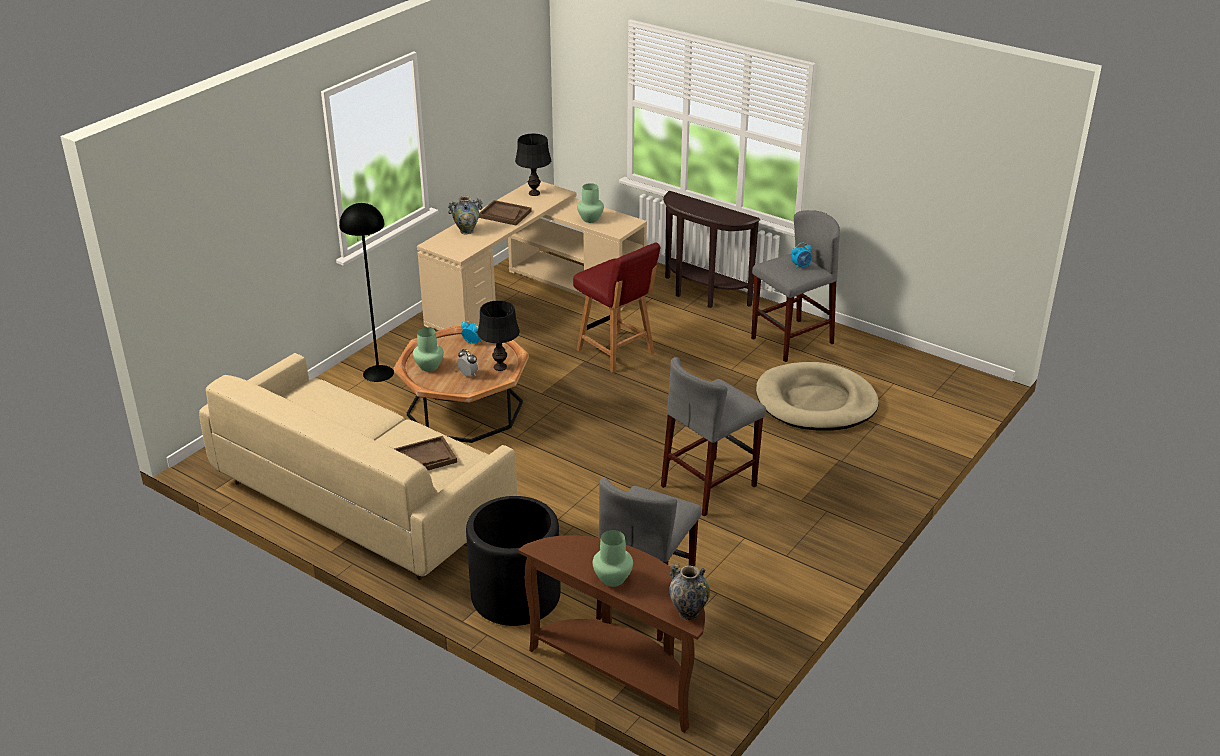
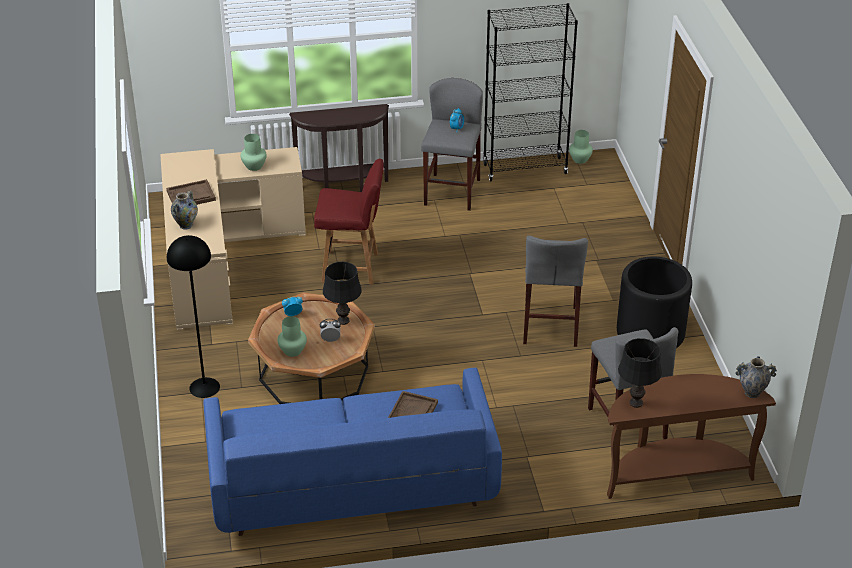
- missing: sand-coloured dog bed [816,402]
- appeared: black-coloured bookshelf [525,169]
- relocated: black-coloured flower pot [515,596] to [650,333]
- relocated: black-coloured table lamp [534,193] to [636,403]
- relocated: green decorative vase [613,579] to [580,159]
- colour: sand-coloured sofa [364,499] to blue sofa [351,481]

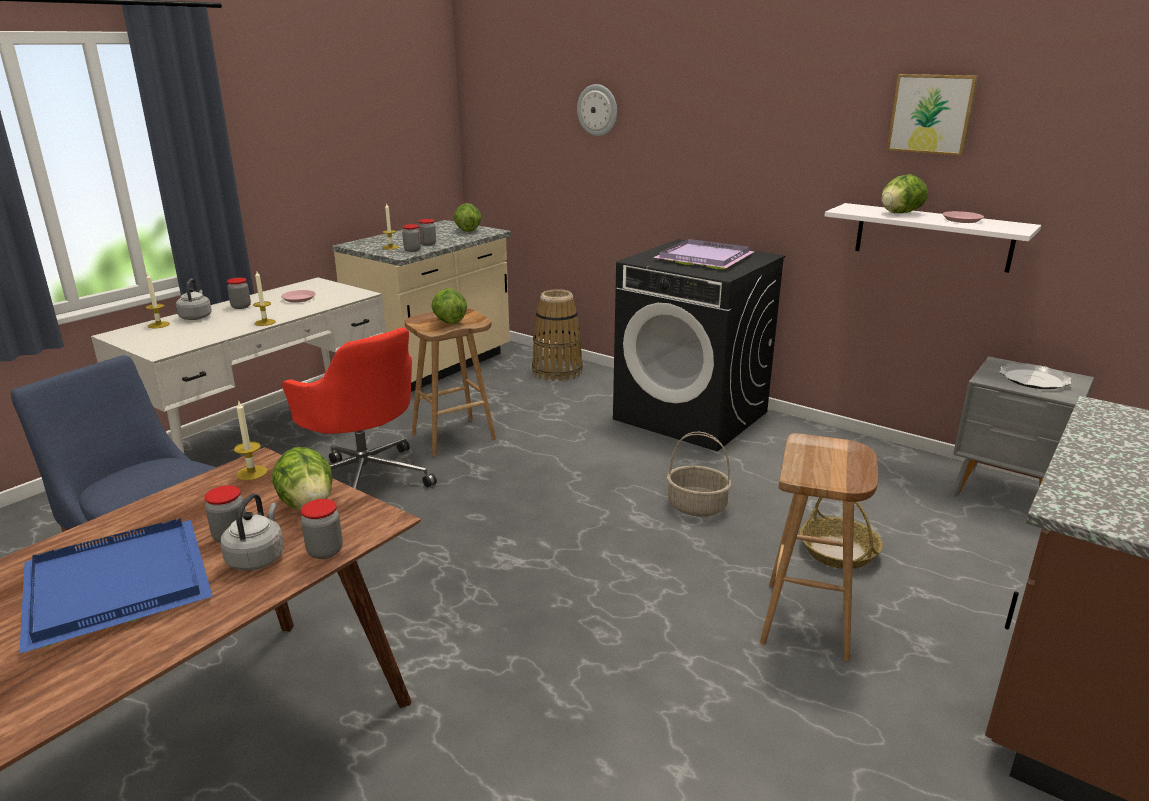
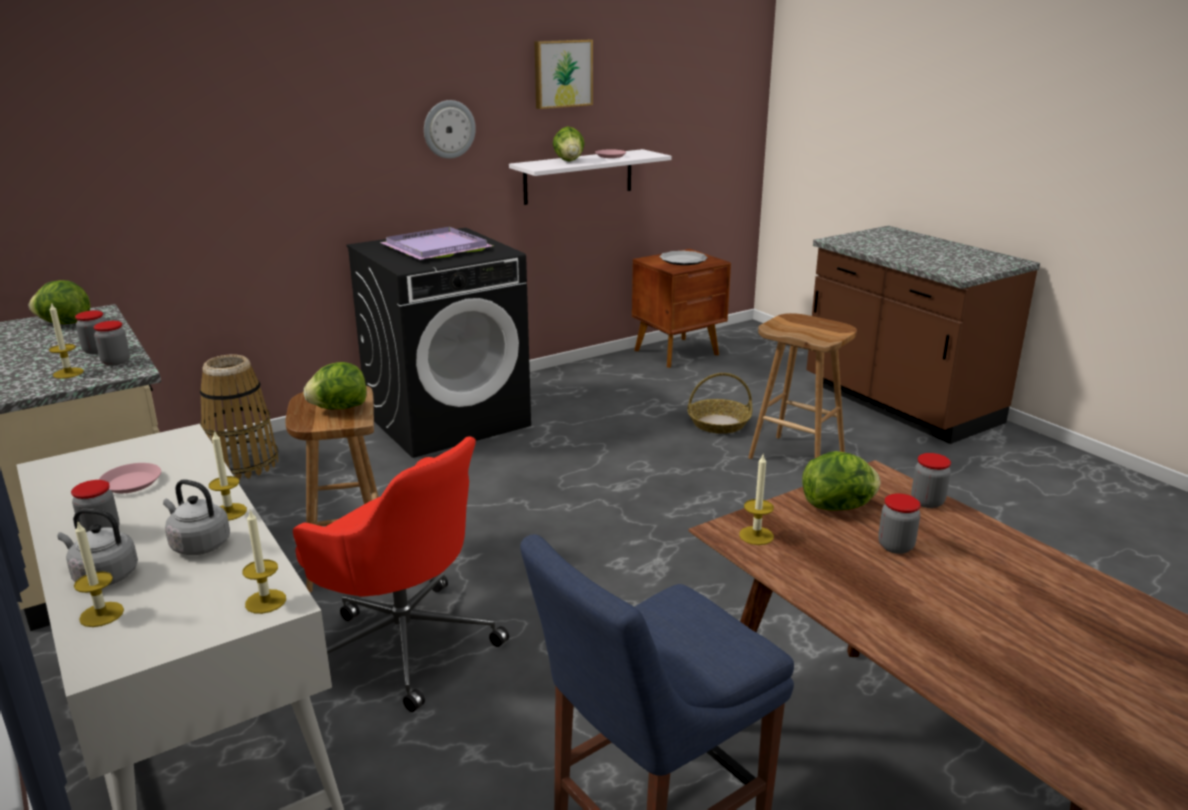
- missing: blue carrying tray [114,587]
- missing: storage basket [697,506]
- appeared: candle [265,601]
- relocated: gray water kettle [257,557] to [198,544]
- relocated: hanging clock [597,110] to [449,129]
- colour: gray night table [1005,494] to brown night table [678,352]
- spun: red office chair [365,479] = [404,642] 60 degrees clockwise

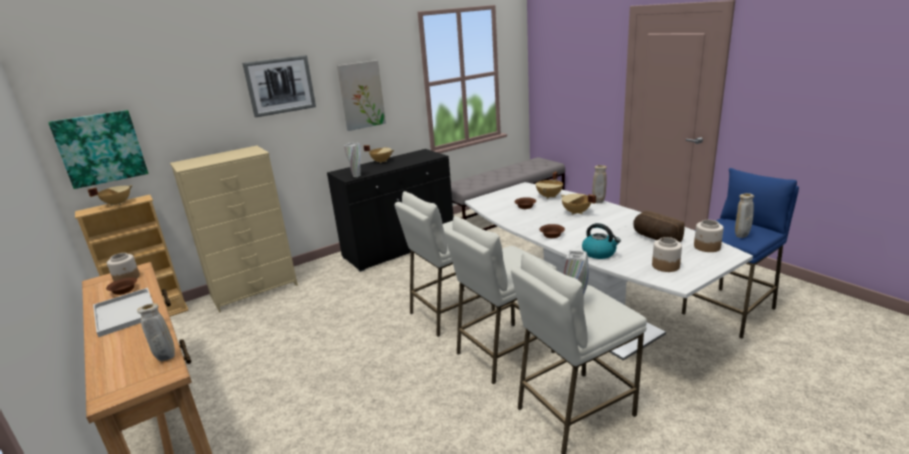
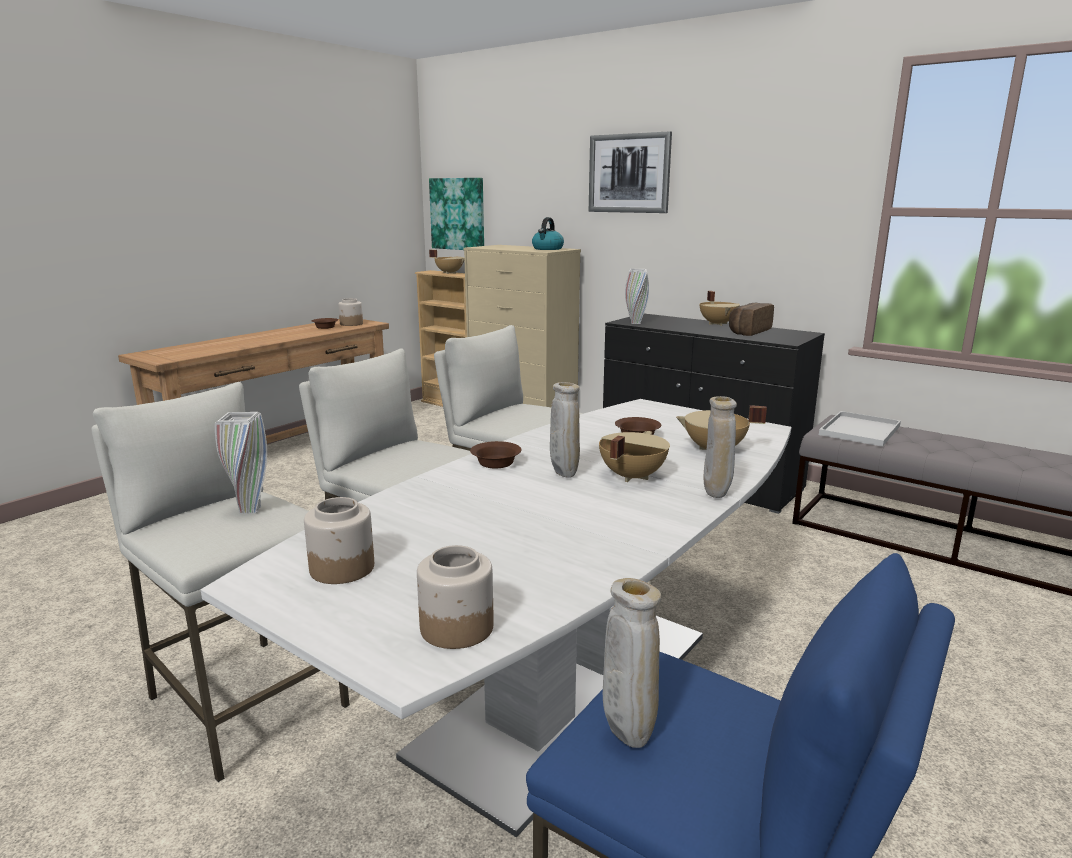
- missing: wall art [361,95]
- relocated: white-coloured carrying tray [126,313] to [860,431]
- relocated: sand-coloured decorative vase [166,359] to [564,475]
- relocated: water kettle [599,253] to [547,249]
- relocated: bread [655,238] to [747,331]

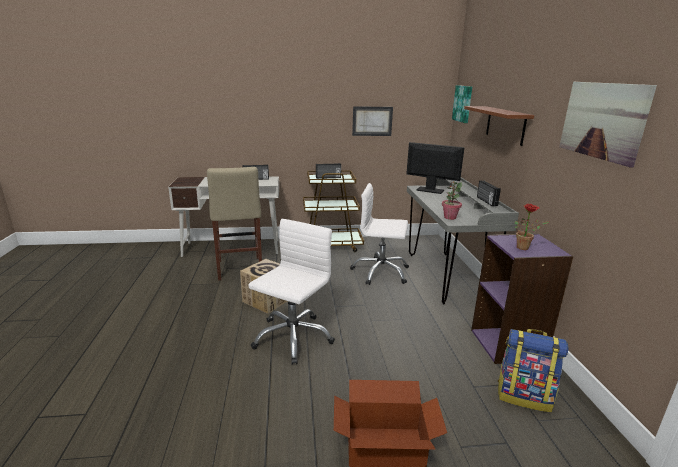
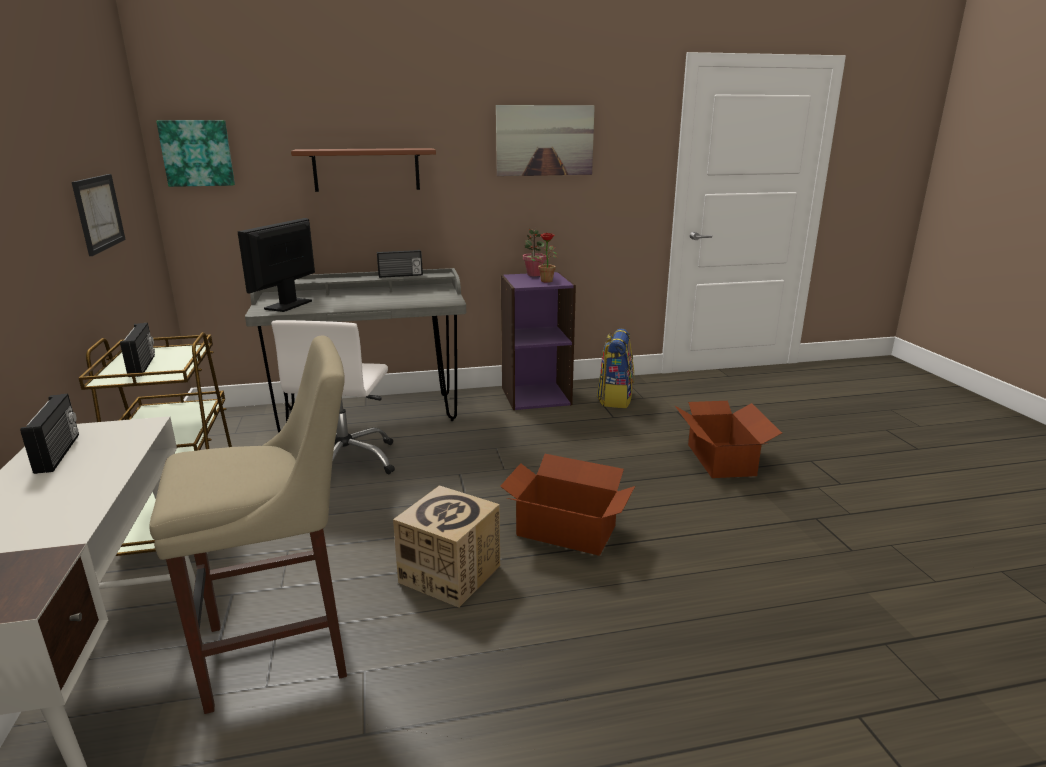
- relocated: houseplant [449,217] to [534,274]
- exchanged: white-coloured office chair [292,337] to packing box [566,530]

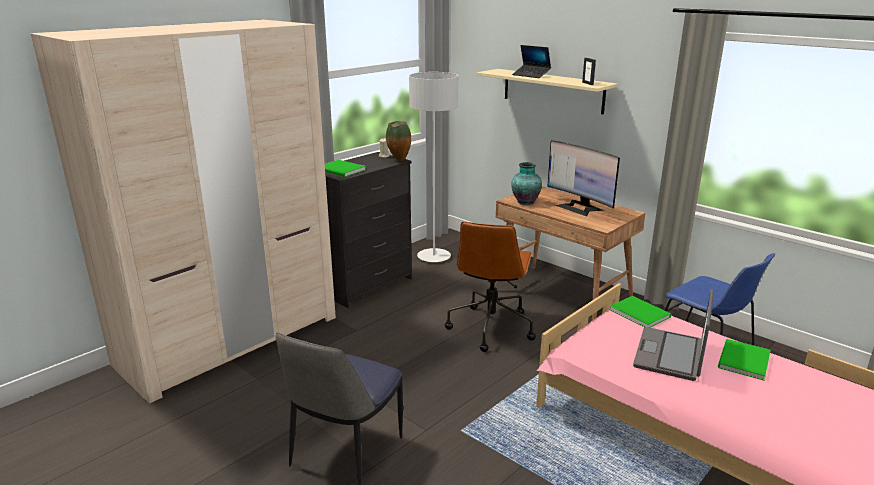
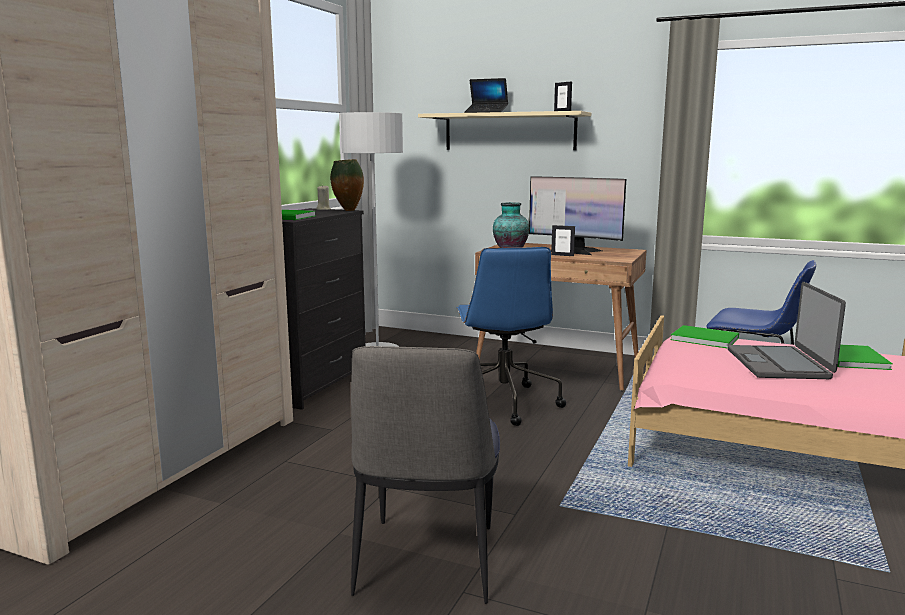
- appeared: standing frame [562,255]
- colour: brown office chair [490,327] to blue office chair [503,402]

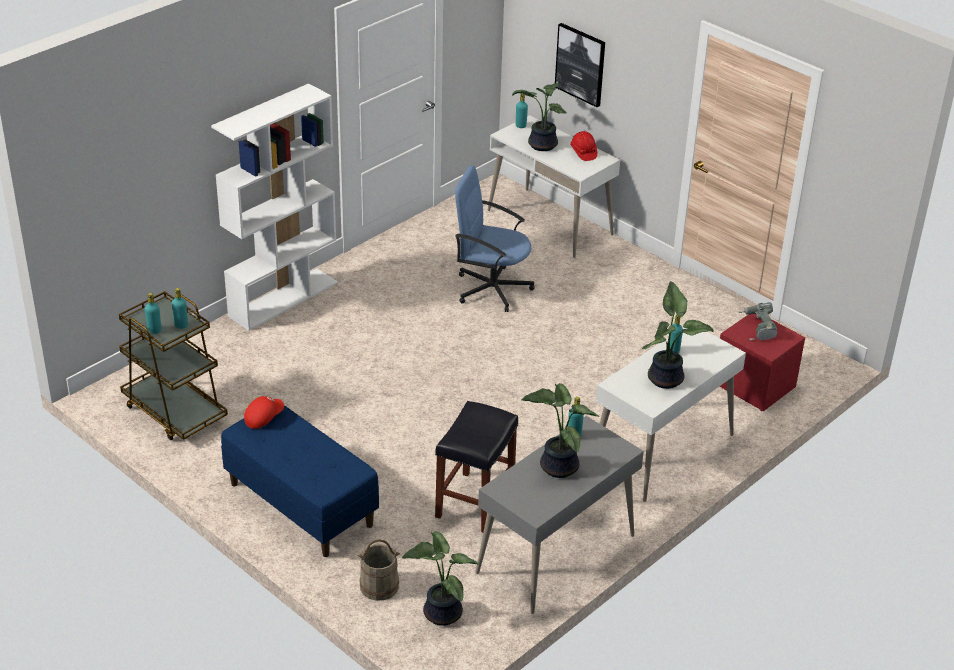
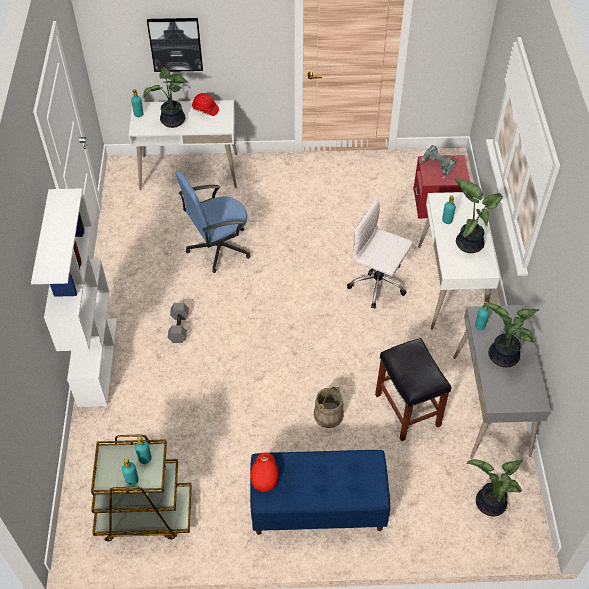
- appeared: gray hand weight [178,327]
- appeared: white-coloured office chair [378,284]
- relocated: sand-coloured water bucket [379,586] to [328,415]

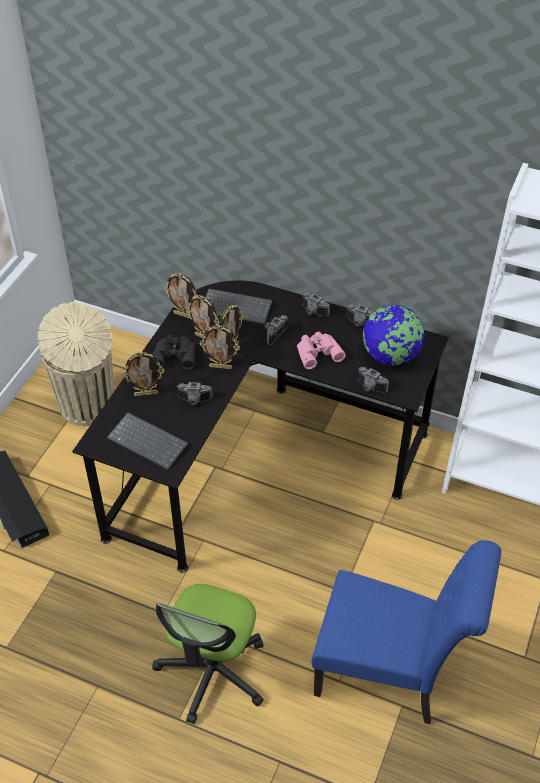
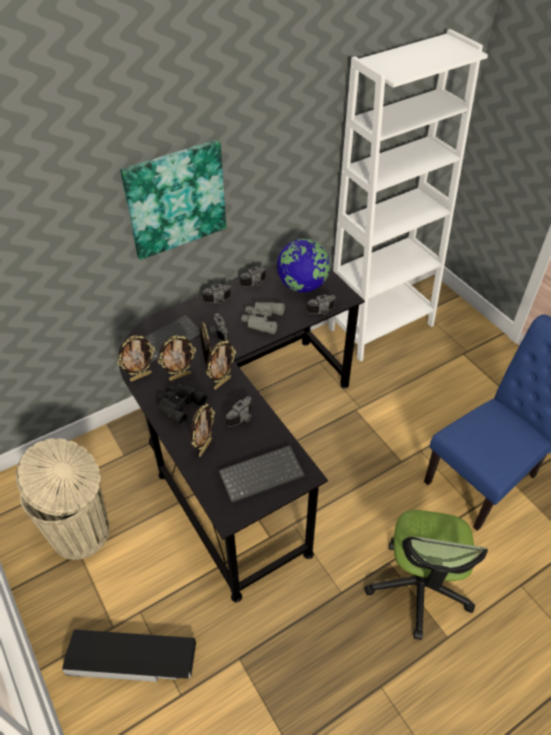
- appeared: wall art [175,199]
- colour: pinkish binoculars [317,352] to gray binoculars [261,320]
- spun: office chair [212,672] = [419,587] 45 degrees clockwise

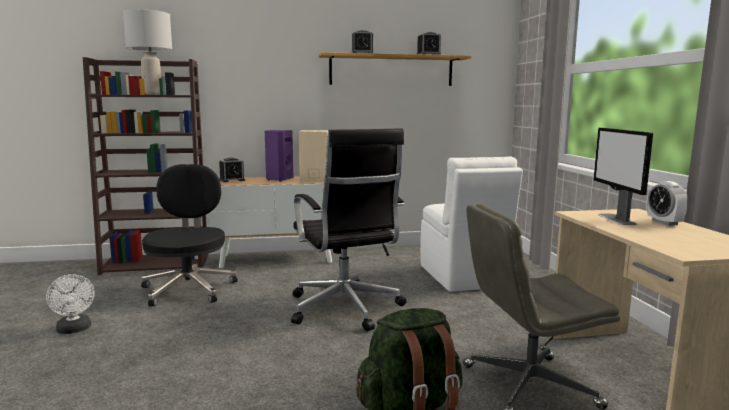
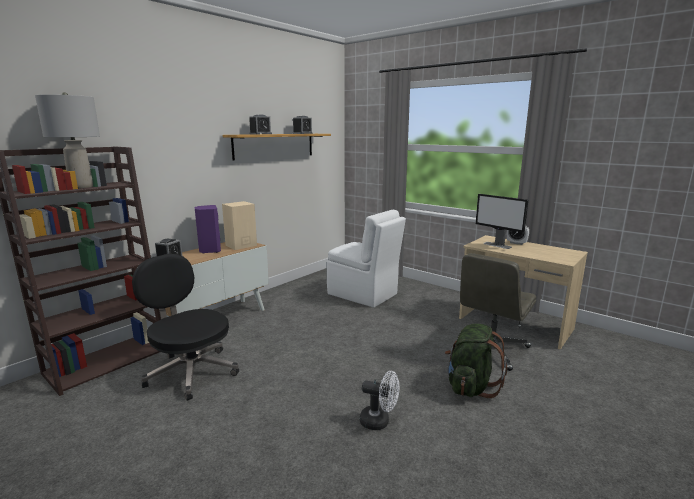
- missing: black-coloured office chair [345,309]
- relocated: white-coloured cooling fan [74,330] to [379,421]

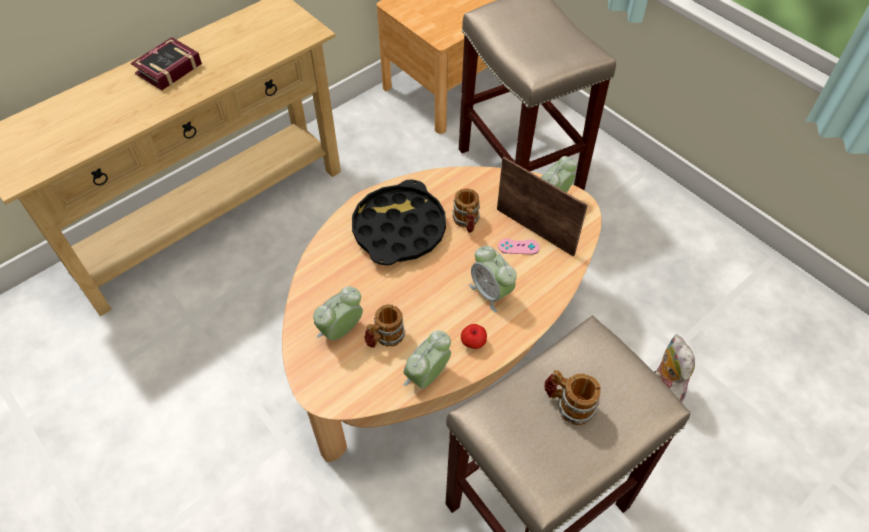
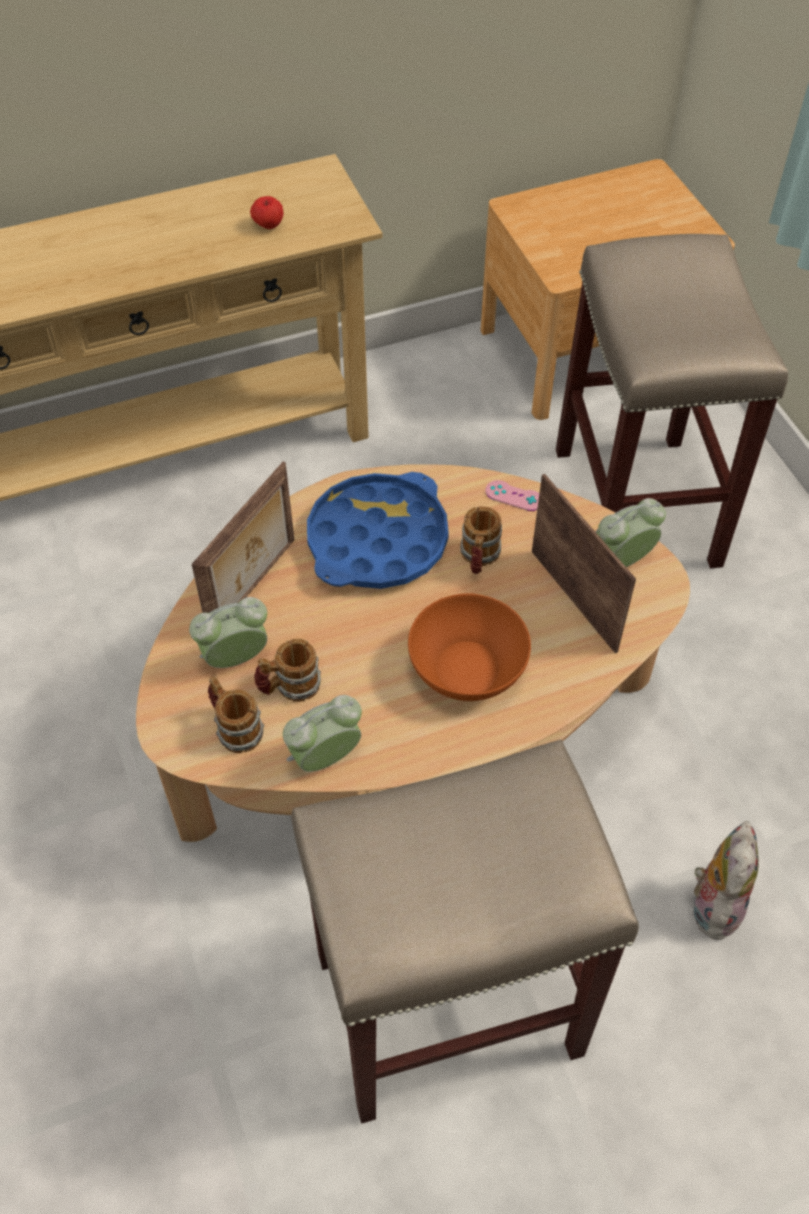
- missing: bound book [165,69]
- appeared: standing frame [254,588]
- relocated: apple [473,342] to [268,225]
- relocated: pinkish joypad [518,246] to [514,496]
- relocated: mug [568,404] to [235,727]
- exchanged: table clock [491,292] to orangey bowl [468,669]
- colour: black-coloured carrying tray [399,229] to blue carrying tray [377,540]

